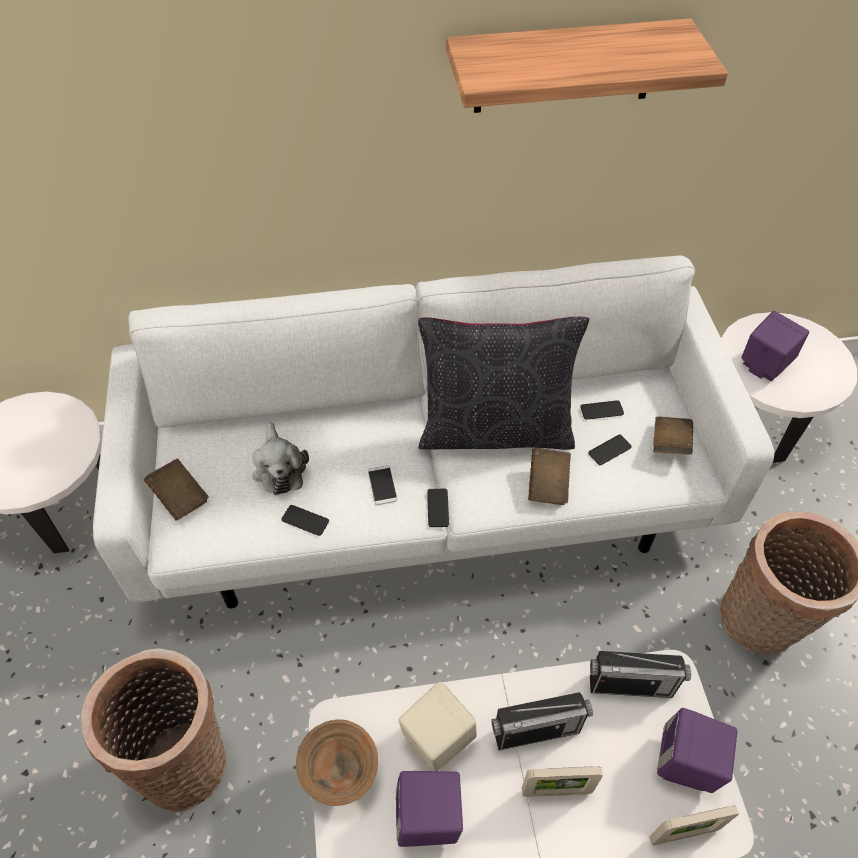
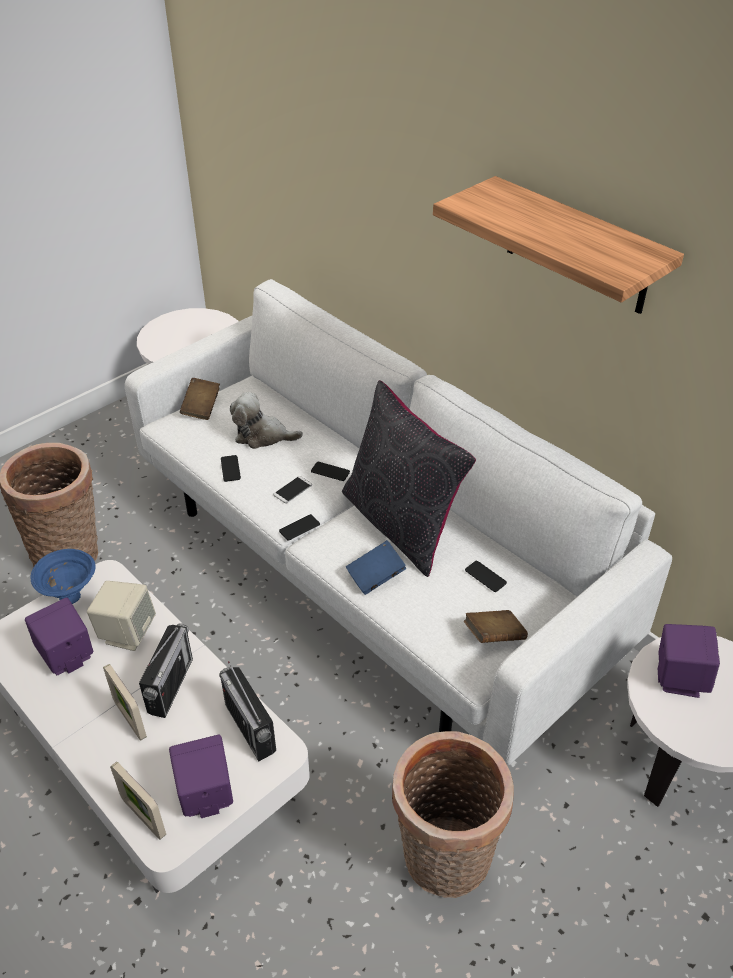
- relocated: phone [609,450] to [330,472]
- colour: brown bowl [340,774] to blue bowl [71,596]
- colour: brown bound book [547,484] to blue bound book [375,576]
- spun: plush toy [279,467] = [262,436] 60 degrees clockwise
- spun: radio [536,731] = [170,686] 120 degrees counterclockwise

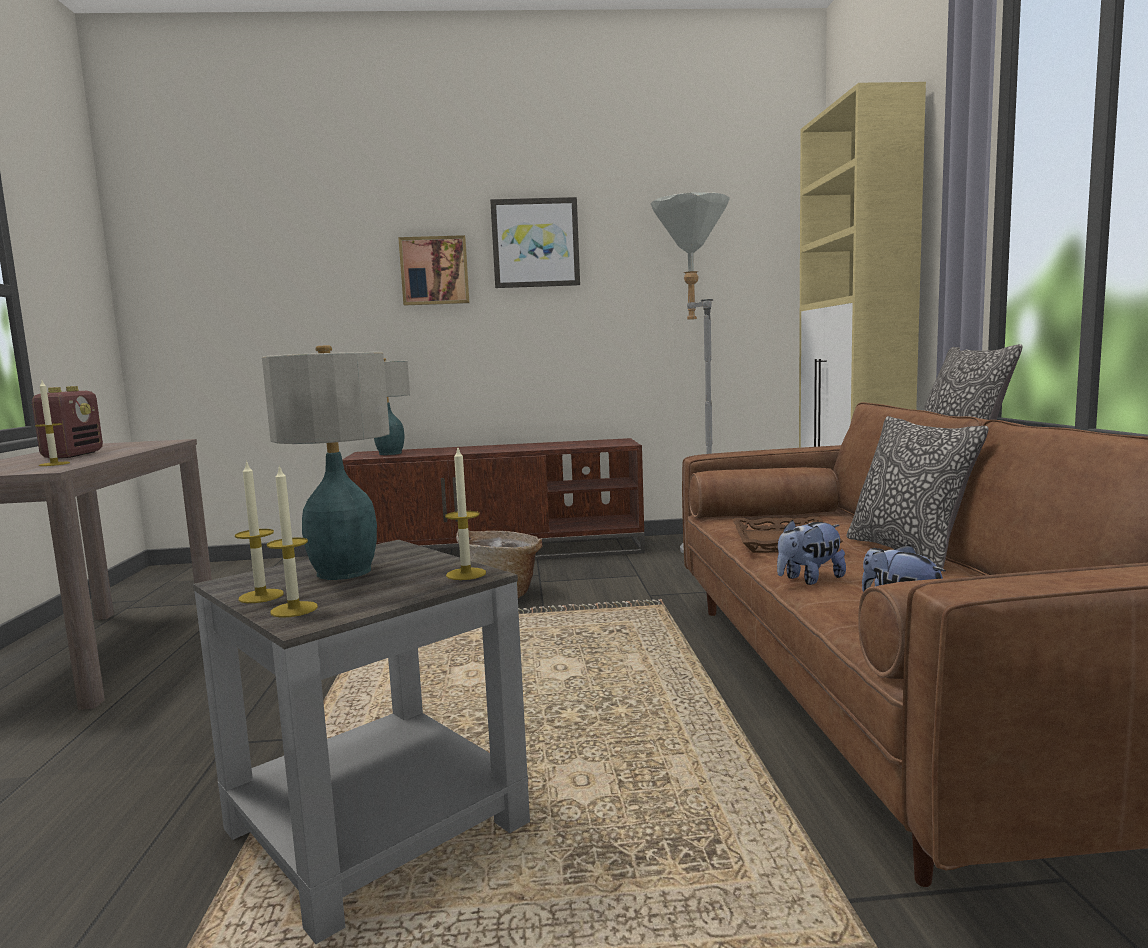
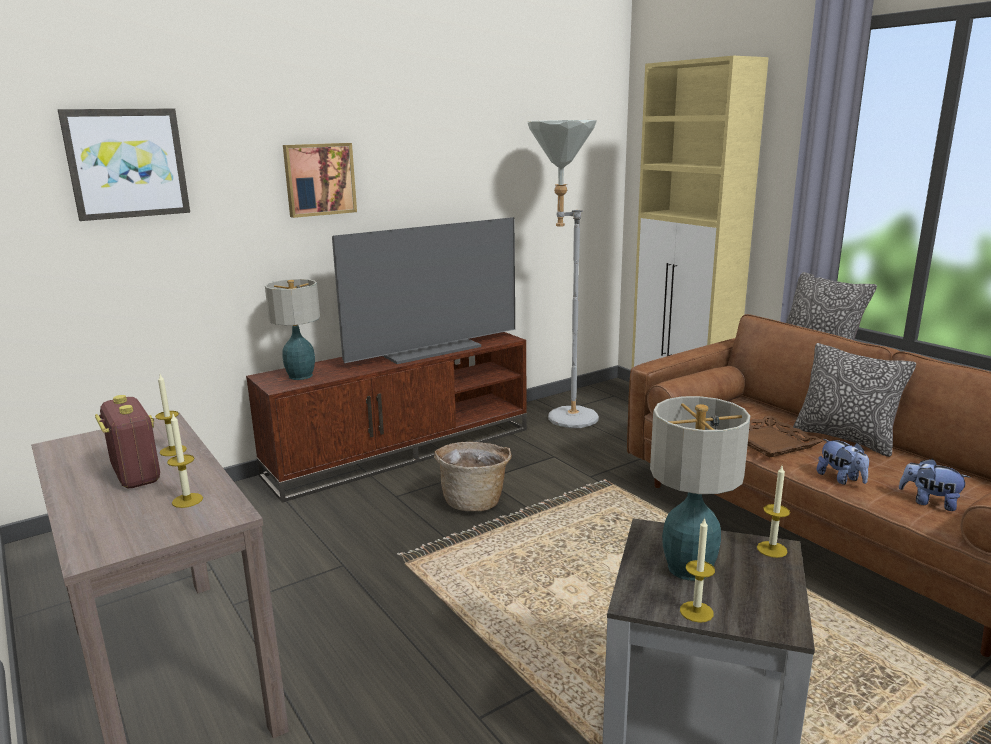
- appeared: TV set [430,349]
- relocated: candle [294,609] to [173,450]
- relocated: wall art [535,243] to [127,163]
- spun: plush toy [809,579] = [841,479] 60 degrees counterclockwise

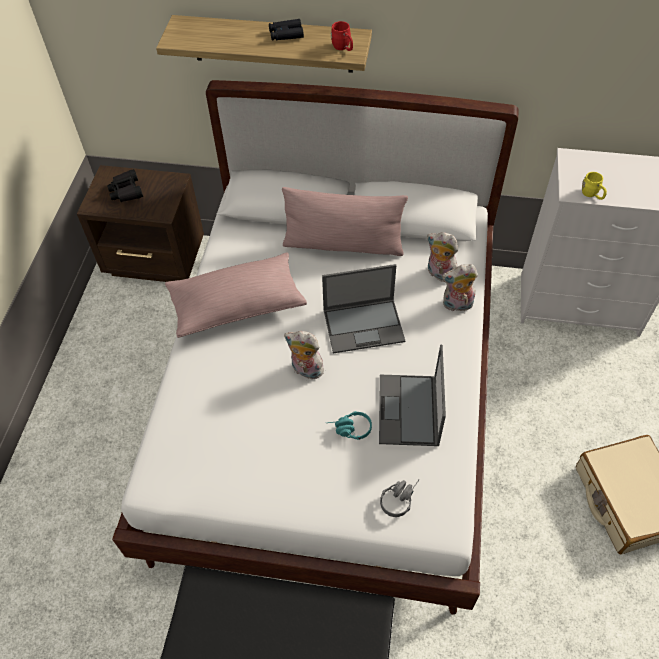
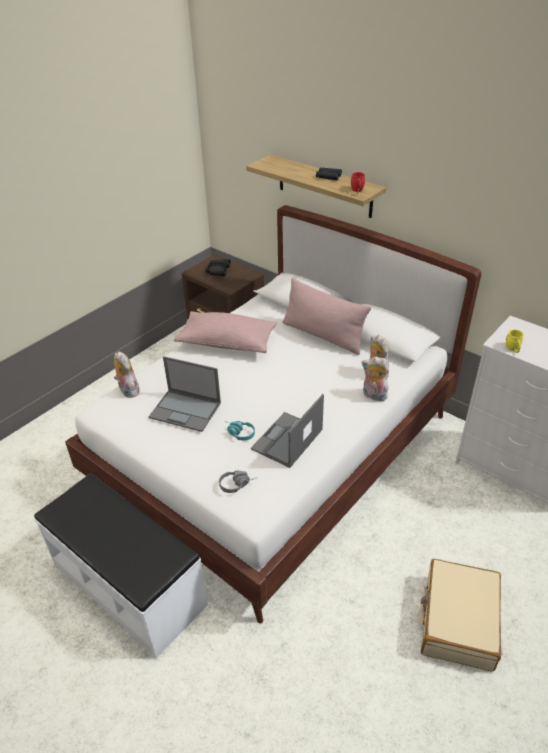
- relocated: plush toy [305,370] to [127,391]
- relocated: portable computer [364,325] to [186,410]

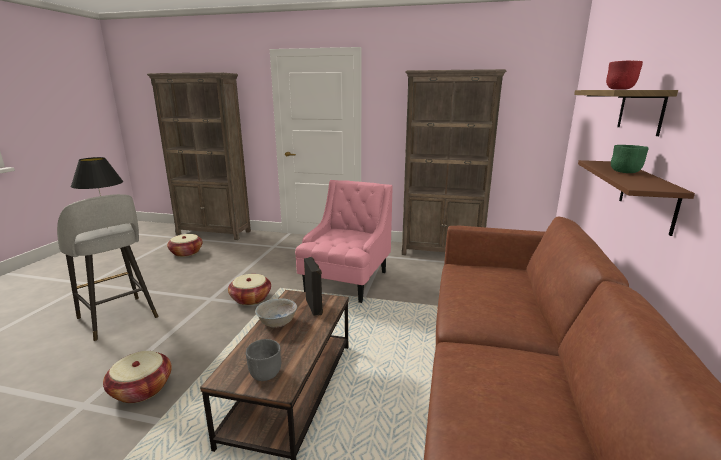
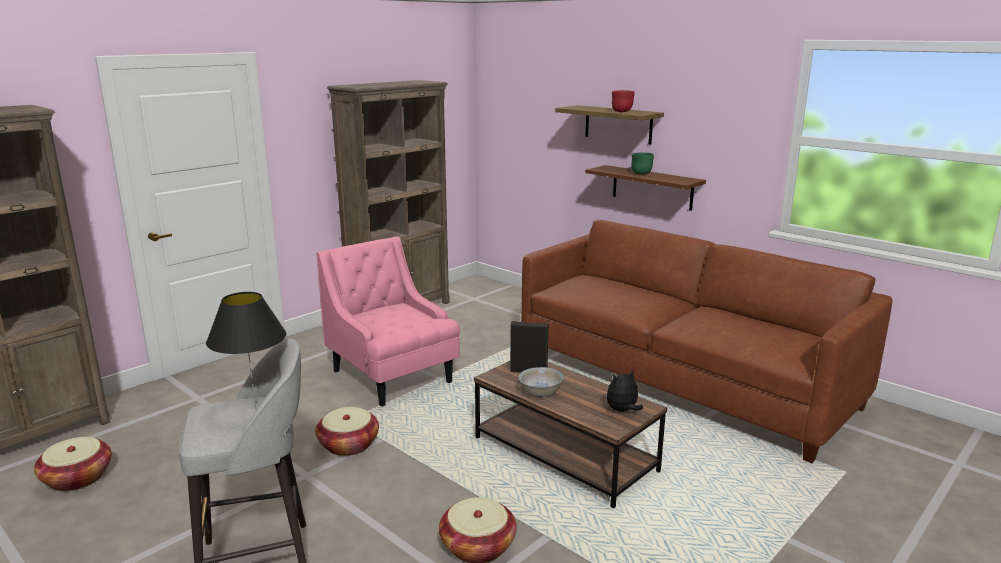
- exchanged: gray bowl [264,374] to plush toy [622,411]

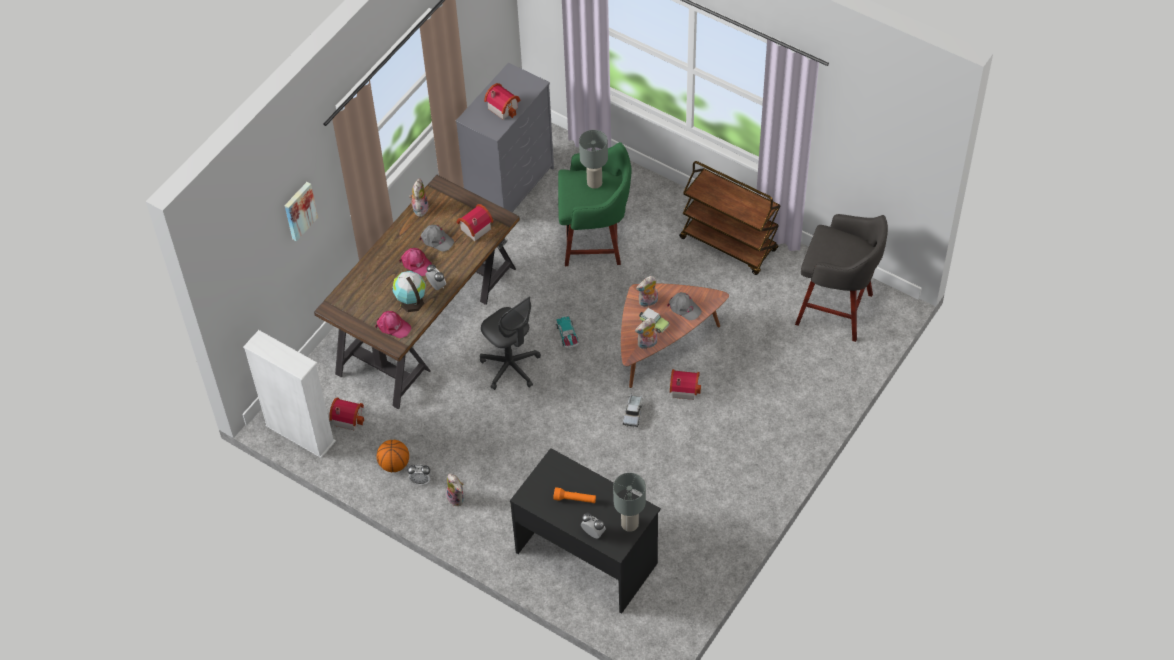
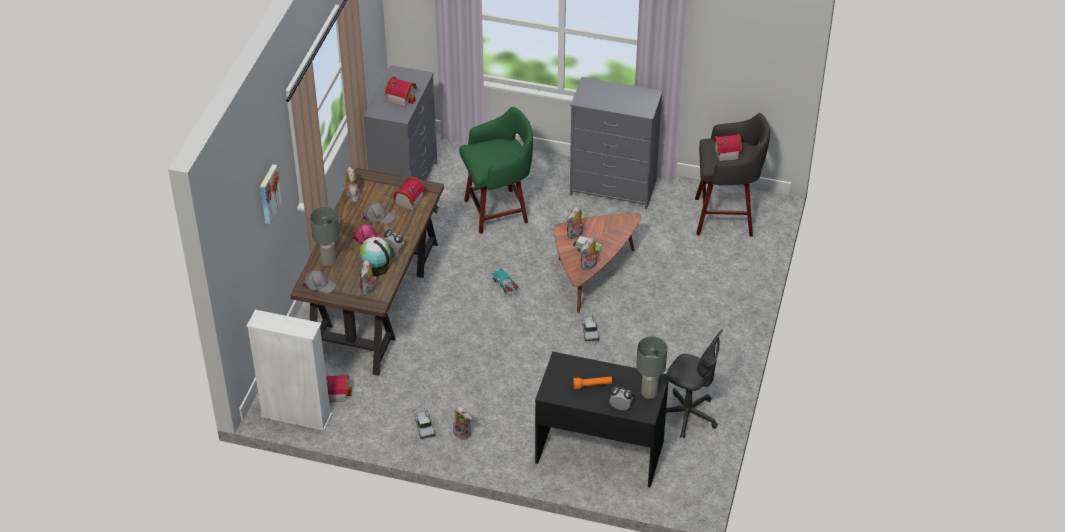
- missing: basketball [394,464]
- relocated: gray office chair [510,367] to [688,415]
- relocated: gray table lamp [594,182] to [328,261]
- relocated: gray baseball cap [684,308] to [319,284]
- relocated: miniature house [683,388] to [725,153]
- exchanged: pinkish baseball cap [393,326] to plush toy [368,290]
- exchanged: table clock [420,481] to model truck [424,427]
- exchanged: brown wheeled cart [729,244] to gray drawer chest [614,188]

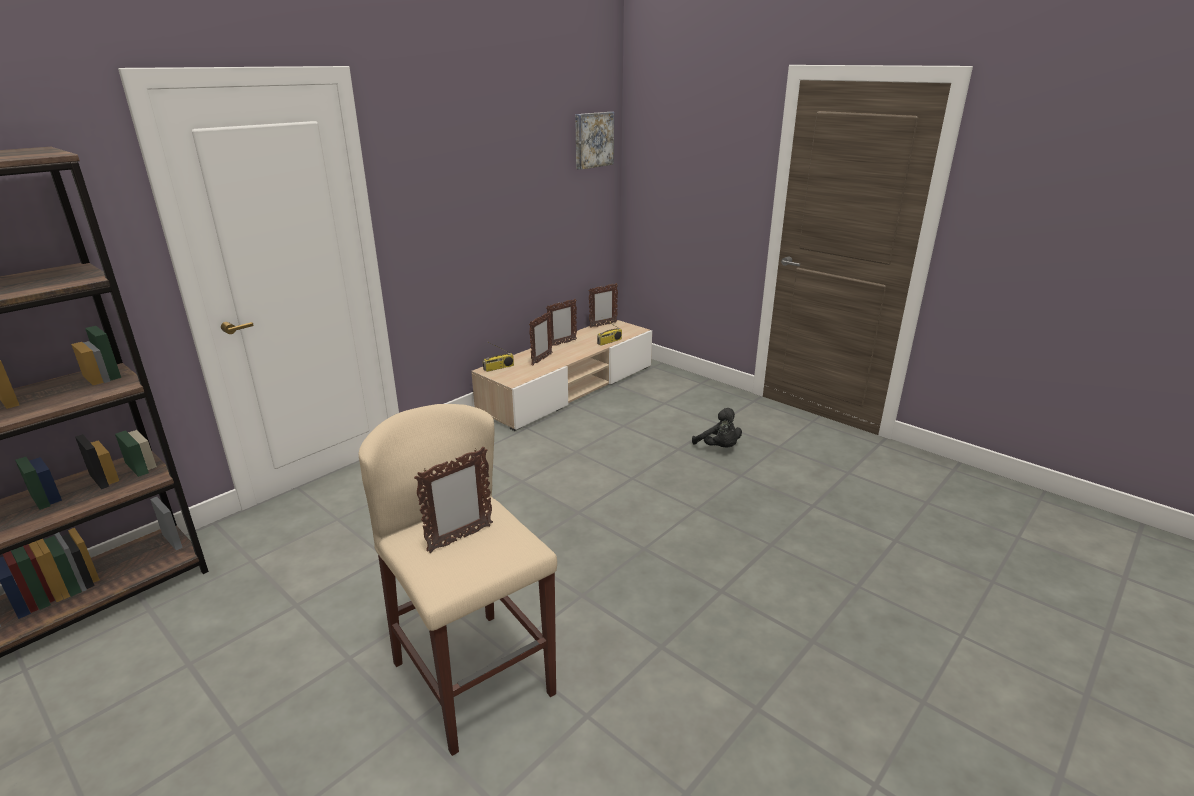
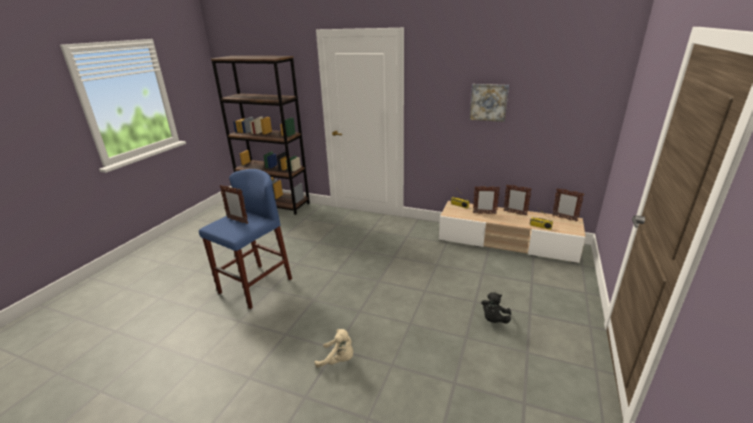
- appeared: sand-coloured plush toy [338,360]
- relocated: wall art [593,140] to [488,102]
- colour: sand-coloured sitting stool [473,678] to blue sitting stool [255,286]

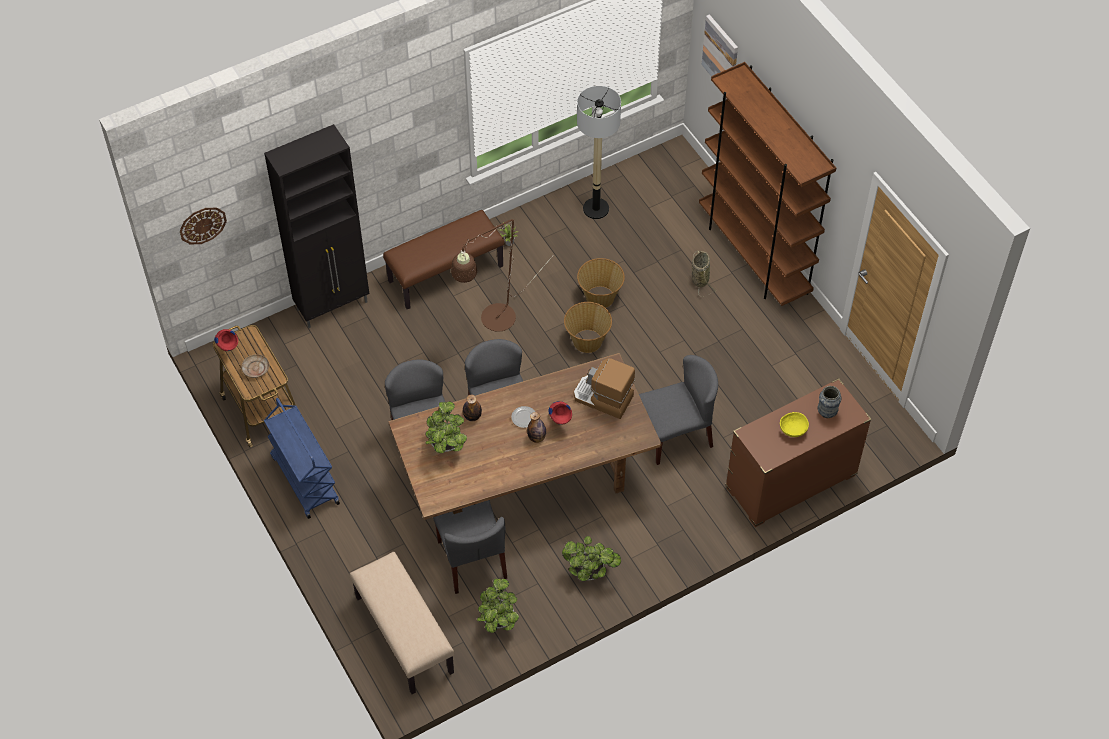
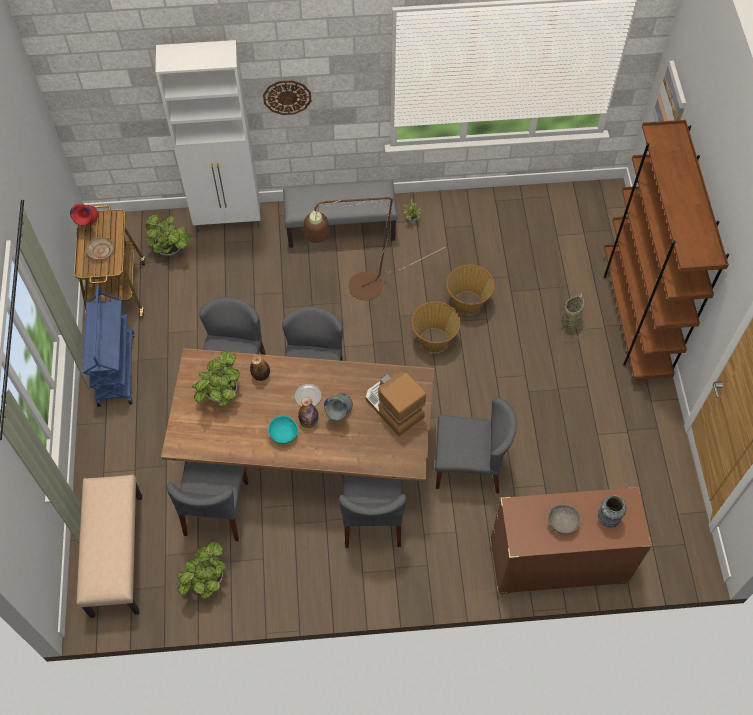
- missing: standard lamp [595,208]
- appeared: turquoise-coloured bowl [283,434]
- appeared: gray chair [372,517]
- relocated: hanging clock [202,225] to [287,97]
- relocated: houseplant [590,572] to [171,250]
- colour: black-coloured storage cabinet [333,305] to white-coloured storage cabinet [229,220]
- colour: brown bench [445,273] to gray bench [341,227]
- colour: red decorative vase [560,422] to gray decorative vase [339,415]
- colour: yellow-coloured bowl [792,430] to gray bowl [562,523]

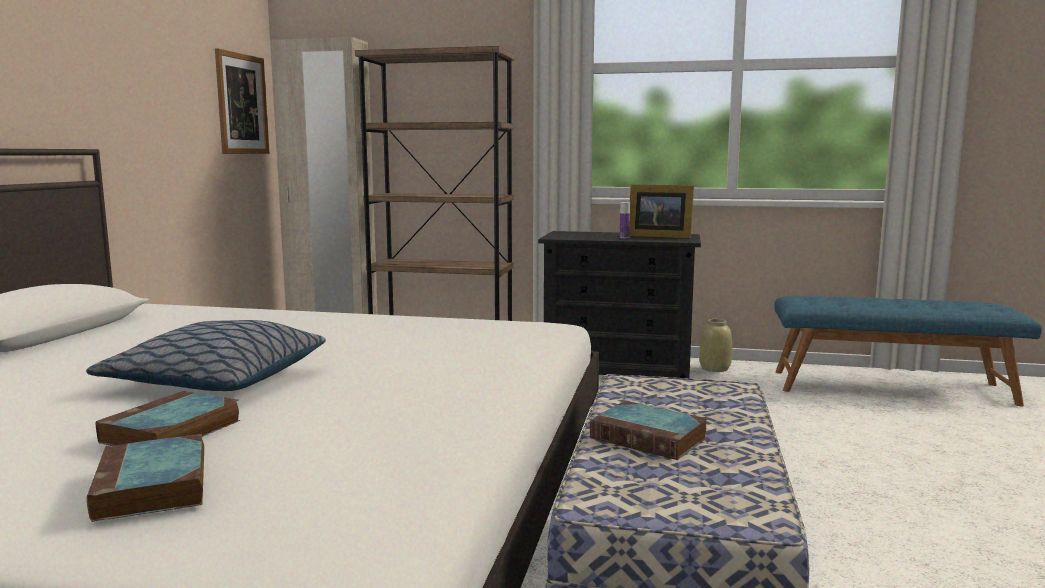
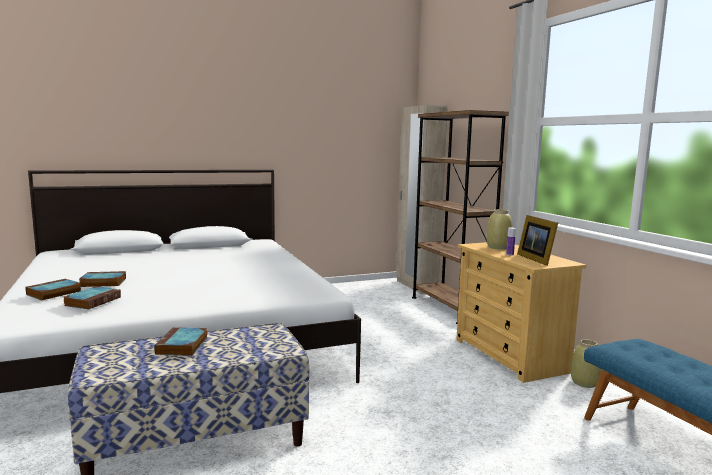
- missing: throw pillow [216,380]
- missing: wall art [242,104]
- appeared: bound book [93,301]
- appeared: sand-coloured decorative vase [498,247]
- colour: black-coloured drawer chest [619,371] to sand-coloured drawer chest [510,355]

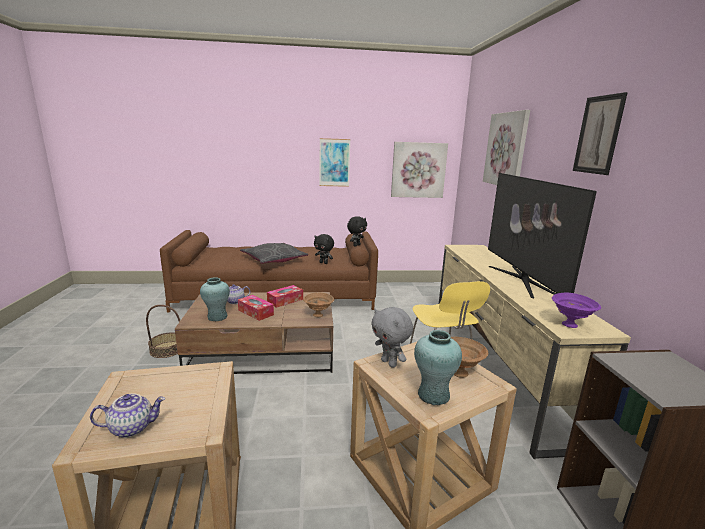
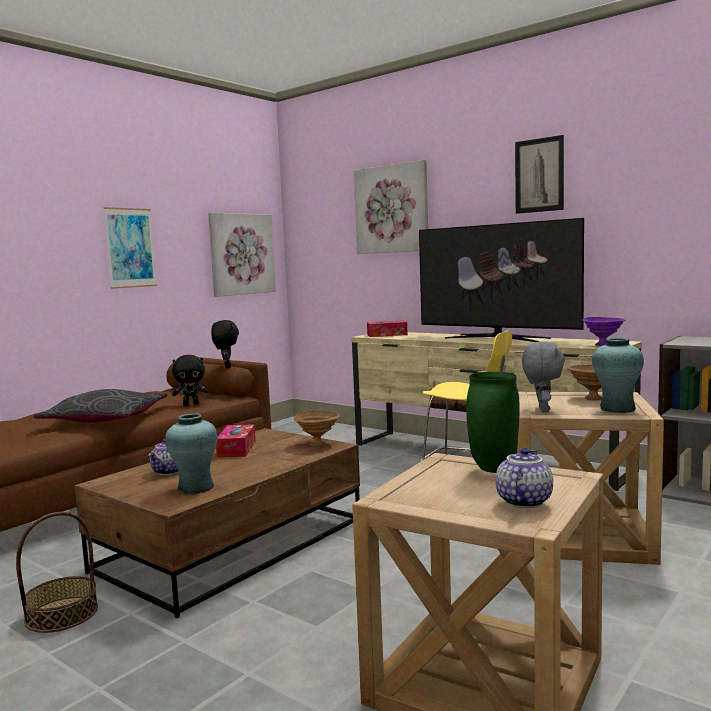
- appeared: green decorative vase [492,469]
- relocated: box of tissues [255,312] to [387,335]
- spun: gray plush toy [389,363] = [542,410] 90 degrees counterclockwise

